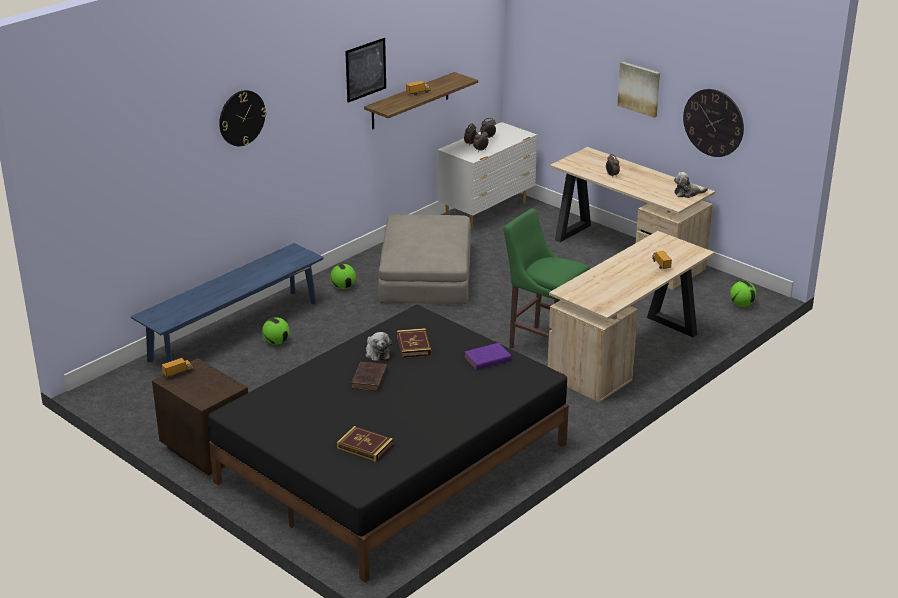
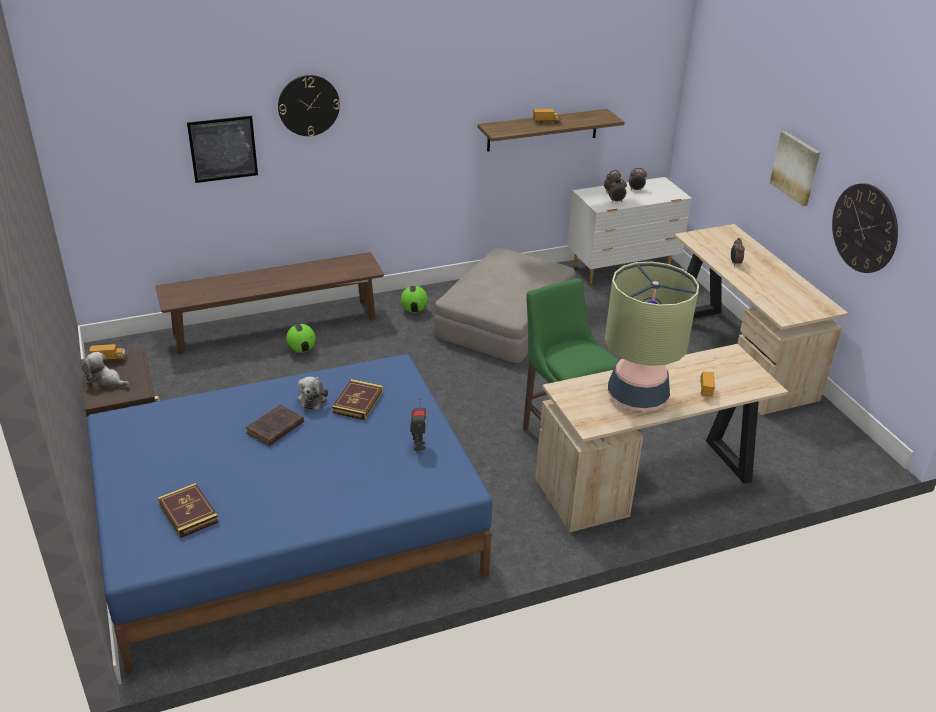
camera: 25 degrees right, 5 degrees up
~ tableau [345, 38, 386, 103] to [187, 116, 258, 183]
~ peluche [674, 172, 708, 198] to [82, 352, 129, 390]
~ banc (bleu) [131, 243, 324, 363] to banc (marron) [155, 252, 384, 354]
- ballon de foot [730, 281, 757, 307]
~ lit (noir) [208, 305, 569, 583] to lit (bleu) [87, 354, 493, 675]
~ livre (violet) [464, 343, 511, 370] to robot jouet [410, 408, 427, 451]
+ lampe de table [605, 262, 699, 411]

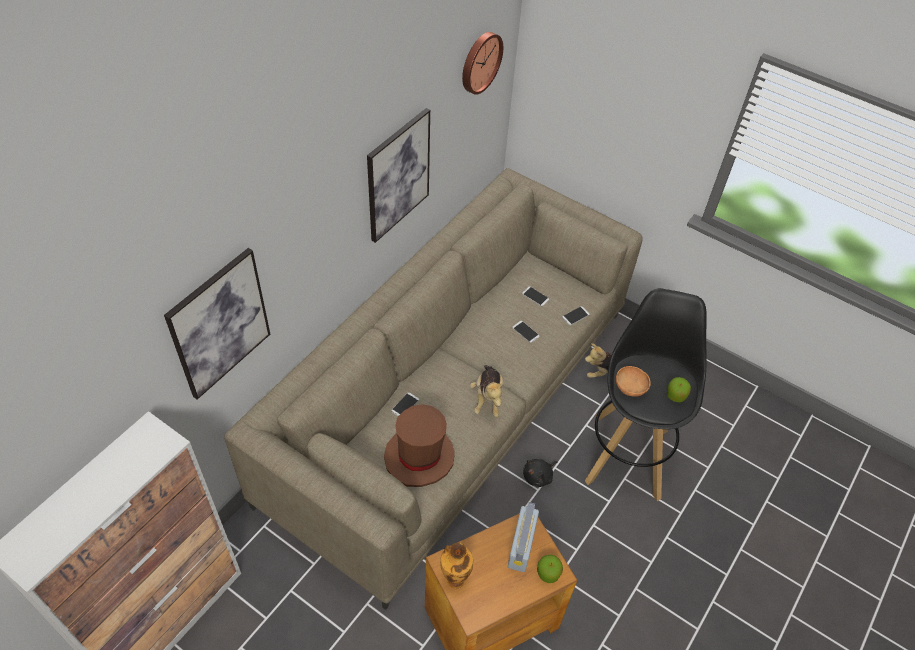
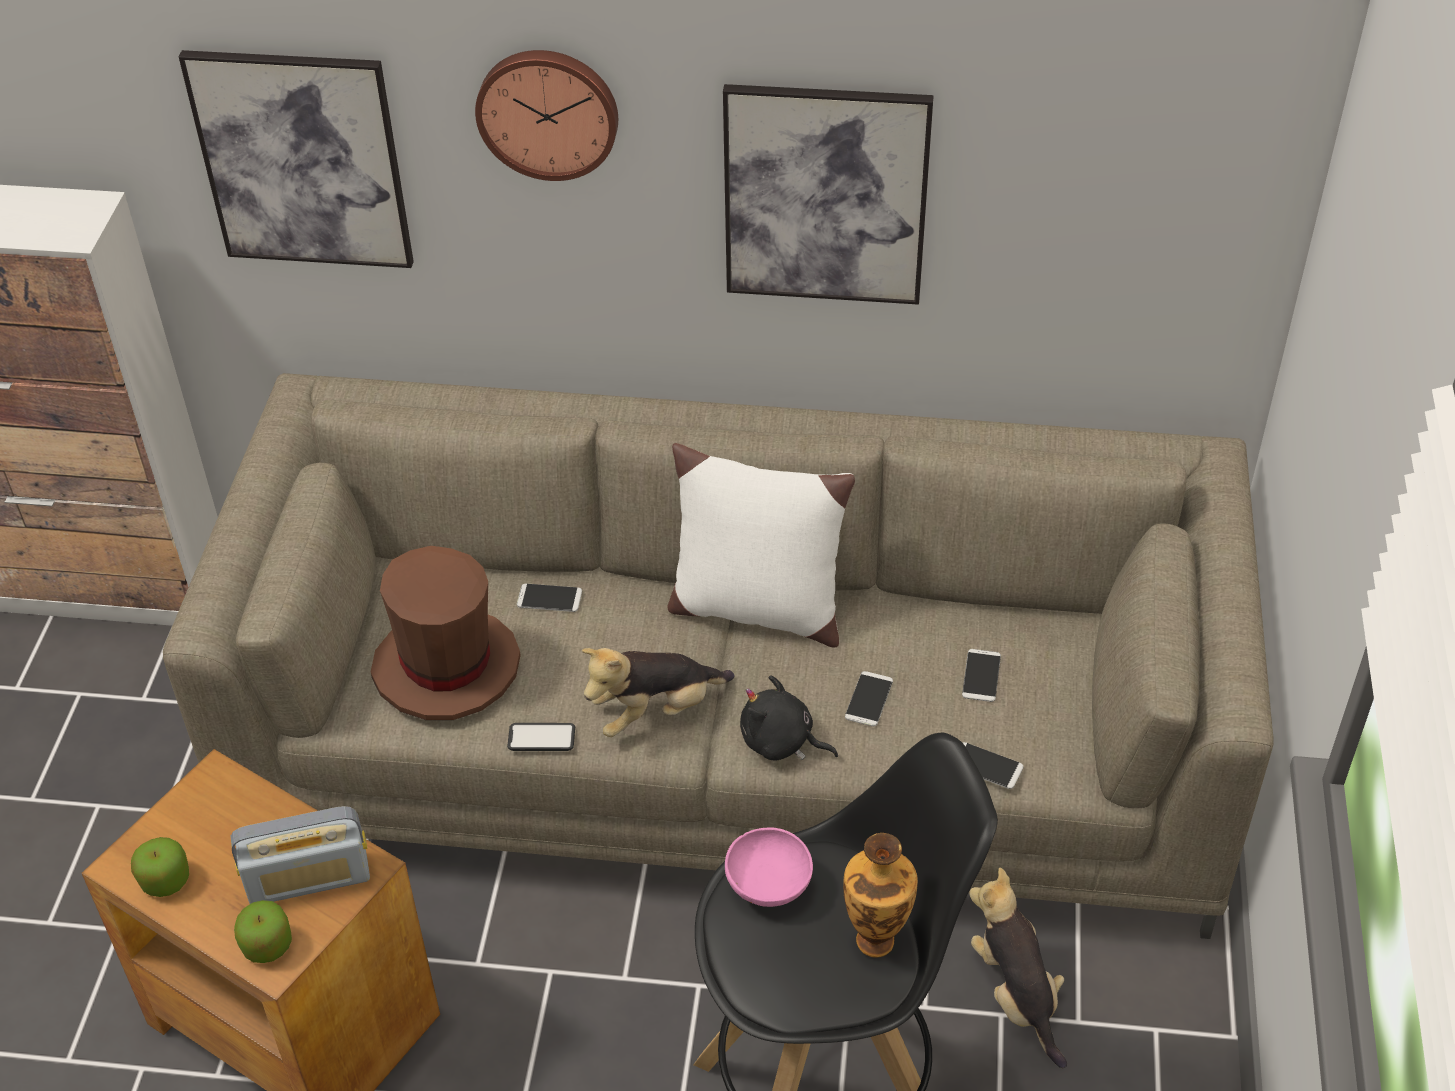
camera: 65 degrees right, 5 degrees down
~ horloge murale [462, 32, 503, 95] to [475, 50, 618, 181]
~ bol (marron) [616, 366, 651, 397] to bol (rose) [725, 828, 813, 907]
~ pomme [667, 377, 691, 402] to [131, 837, 189, 897]
~ peluche (noir) [523, 459, 558, 487] to [740, 675, 838, 761]
~ vase [440, 542, 473, 588] to [843, 833, 918, 957]
+ coussin (blanc) [667, 443, 855, 647]
+ téléphone [507, 723, 575, 751]

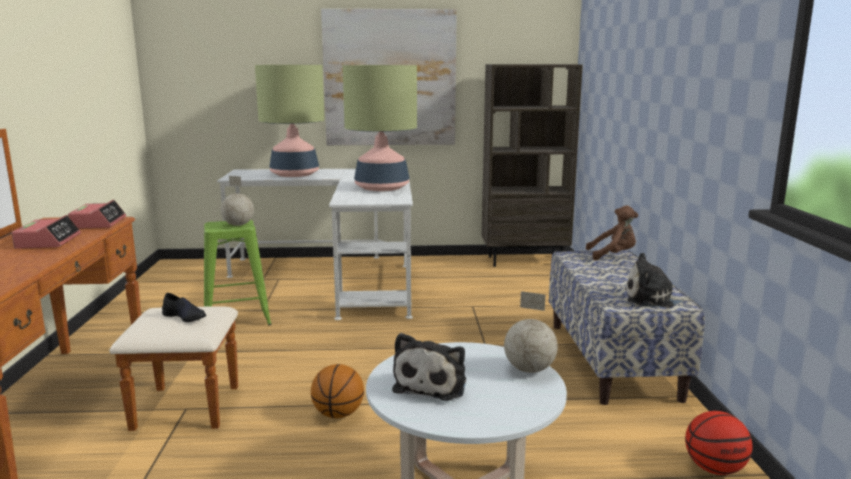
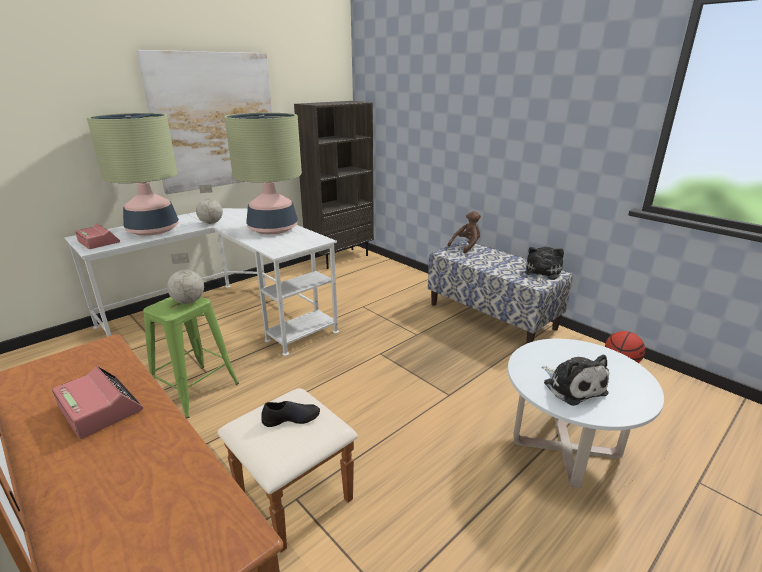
camera: 40 degrees left, 10 degrees up
~ réveil [68, 200, 126, 229] to [75, 224, 120, 249]
~ peluche [625, 253, 692, 308] = [525, 246, 564, 283] 150 degrees clockwise
~ globe [504, 291, 558, 373] to [196, 184, 223, 224]
- ballon de basket [311, 364, 364, 418]

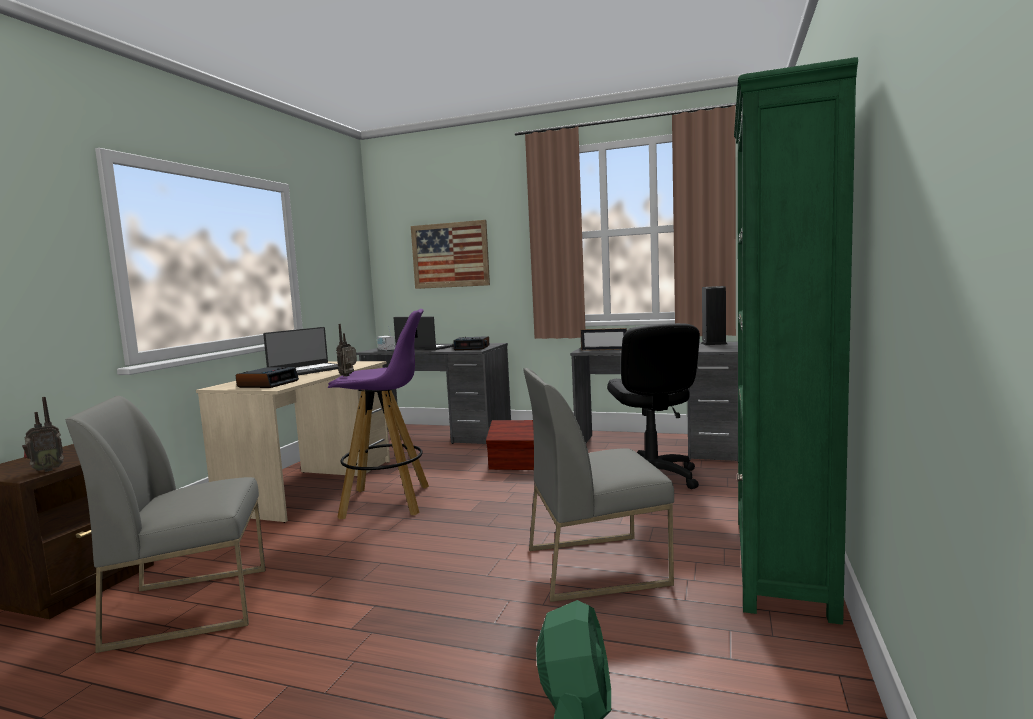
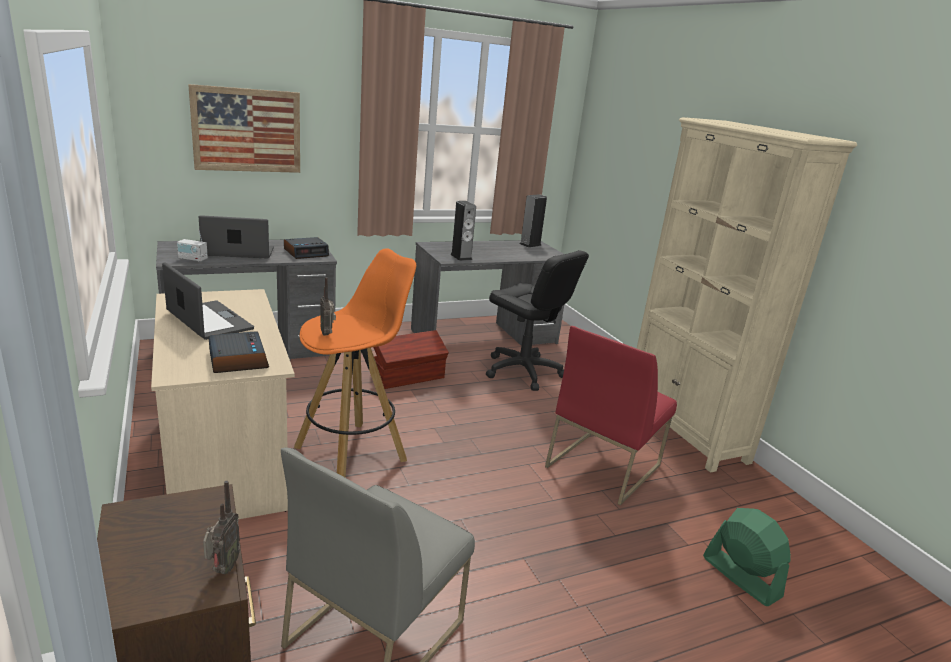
camera: 45 degrees left, 15 degrees up
~ bibliothèque (vert) [734, 57, 858, 625] to bibliothèque (beige) [637, 117, 857, 473]
~ tabouret (violet) [328, 309, 429, 519] to tabouret (orange) [294, 248, 416, 478]
~ ordinateur portable [263, 327, 339, 375] = [162, 262, 254, 340] 45 degrees counterclockwise
~ cadre photo [580, 328, 627, 351] to enceinte [450, 201, 476, 261]
~ chaise (gris) [523, 368, 674, 602] to chaise (rouge) [545, 326, 677, 505]

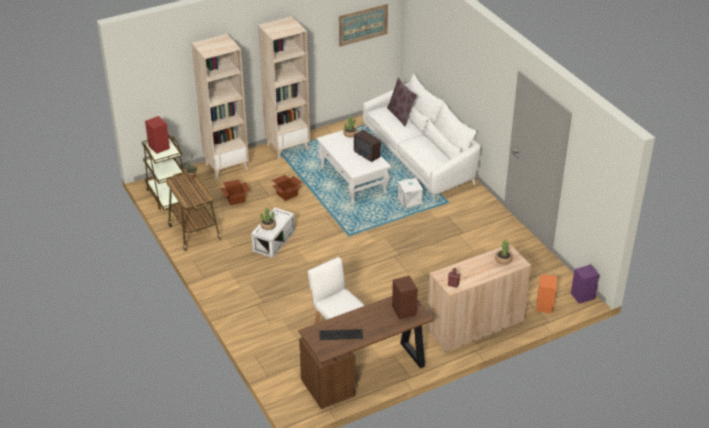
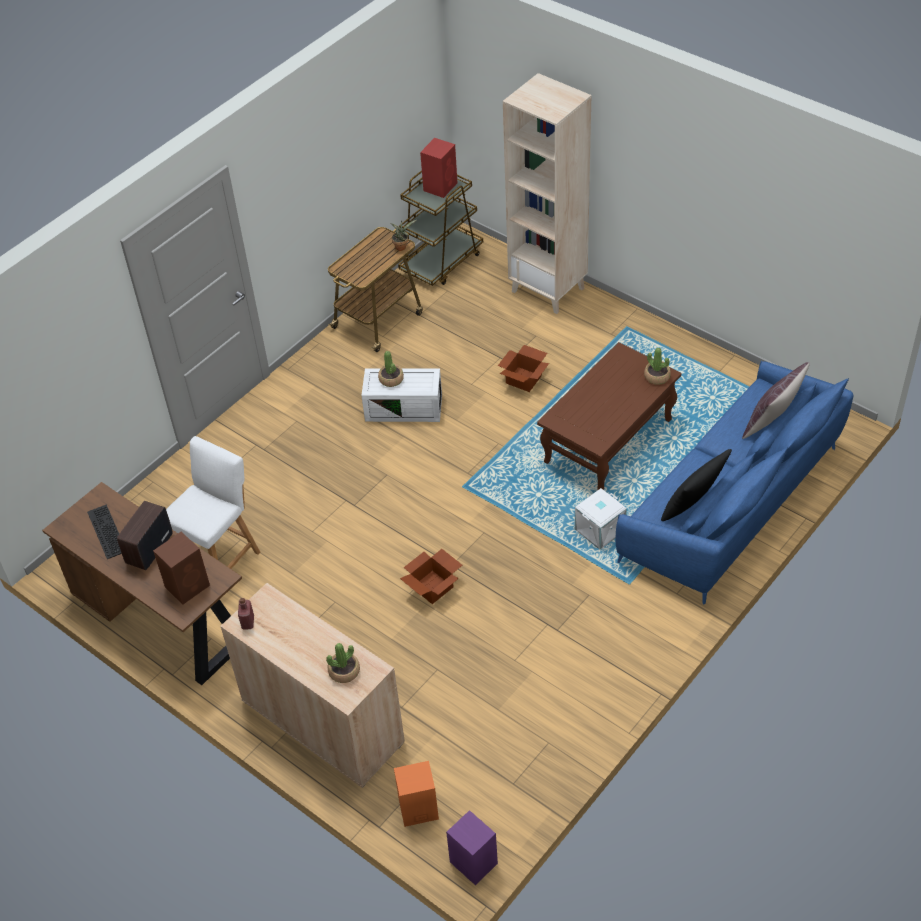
camera: 70 degrees right, 10 degrees up
- tableau [339, 4, 388, 46]
- bibliothèque (beige) [258, 16, 310, 159]
~ canapé (blanc) [363, 73, 481, 201] to canapé (bleu) [616, 361, 854, 605]
~ table basse (blanc) [317, 130, 391, 205] to table basse (marron) [537, 342, 681, 491]
~ radio [354, 130, 381, 162] to [117, 501, 173, 570]
~ carton [220, 179, 250, 205] to [400, 549, 462, 604]
+ coussin (noir) [661, 449, 732, 521]

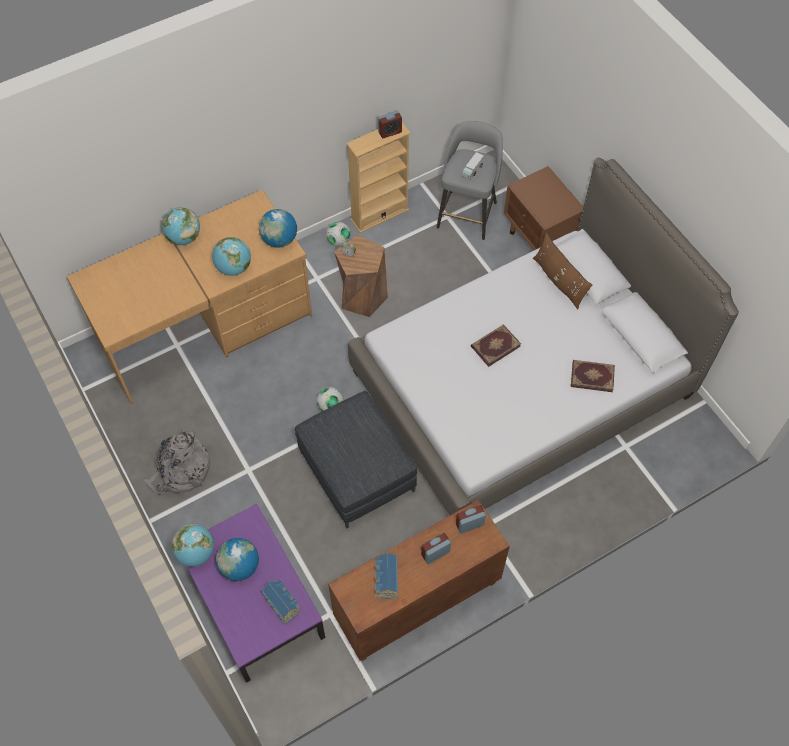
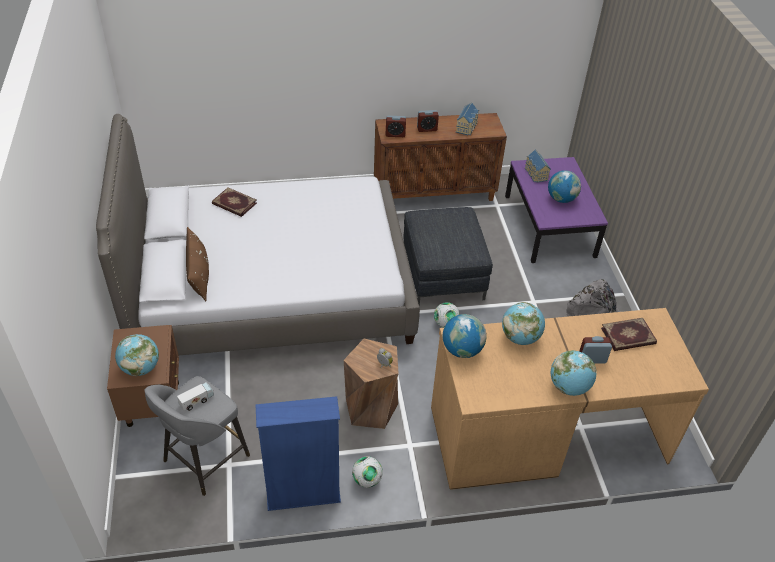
camera: 160 degrees left, 15 degrees down
~ réveil [378, 111, 402, 138] to [579, 336, 612, 364]
~ bibliothèque (beige) [346, 122, 411, 233] to bibliothèque (bleu) [255, 396, 341, 511]
~ livre [471, 324, 521, 367] to [601, 318, 657, 351]
~ globe [172, 524, 214, 567] to [115, 334, 159, 376]

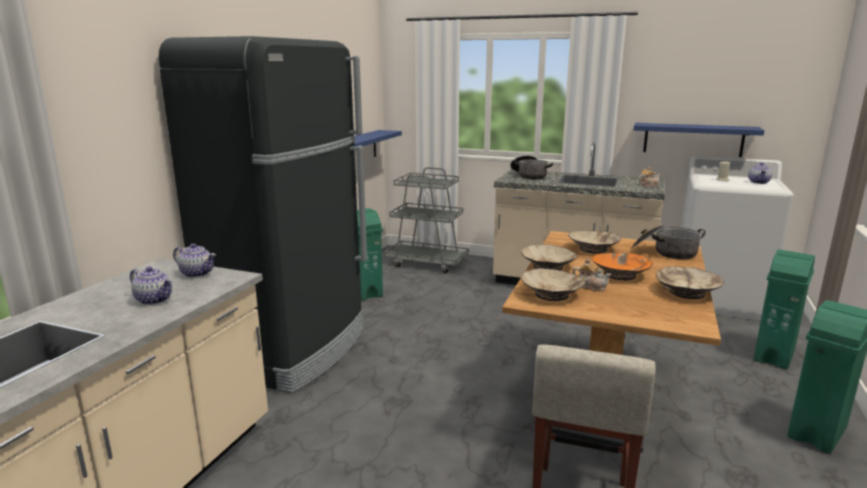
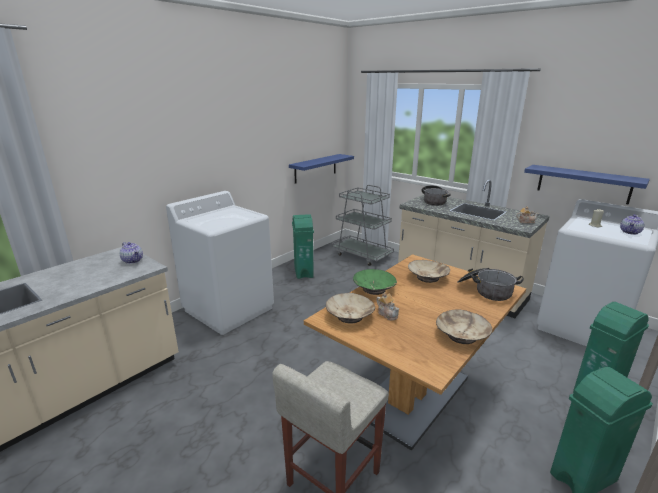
camera: 20 degrees right, 5 degrees up
~ réfrigérateur (noir) [159, 36, 367, 393] to lave-linge (blanc) [166, 191, 274, 335]
~ bol (beige) [521, 244, 578, 270] to bol (vert) [353, 269, 397, 295]
- bol (orange) [592, 253, 653, 280]
- théière [130, 266, 172, 305]

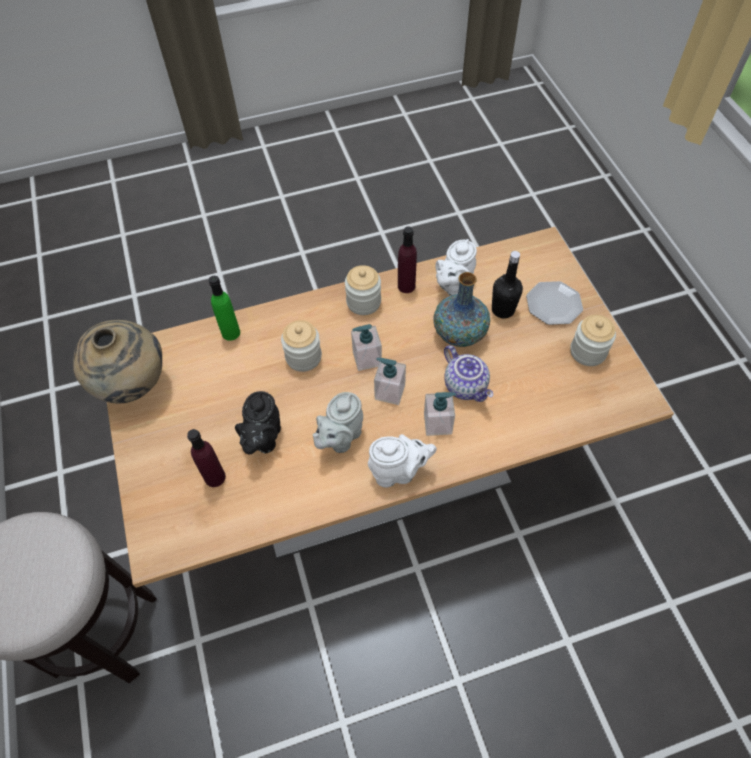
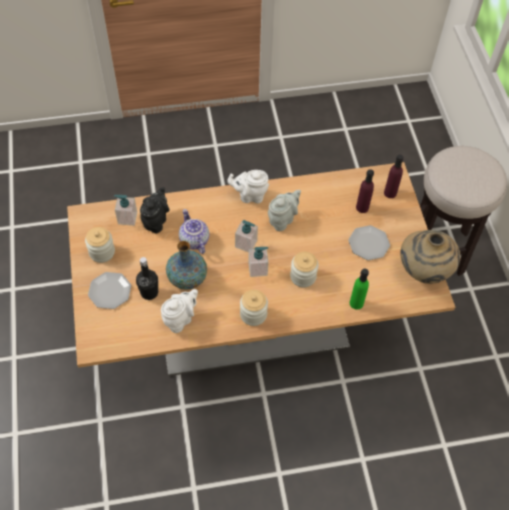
camera: 175 degrees left, 0 degrees up
~ bouteille (violet) [398, 226, 417, 293] to [384, 154, 404, 198]
~ théière (noir) [235, 391, 281, 454] to [140, 187, 169, 233]
~ distributeur de savon [424, 392, 456, 436] to [114, 195, 137, 226]
+ assiette [348, 225, 390, 260]

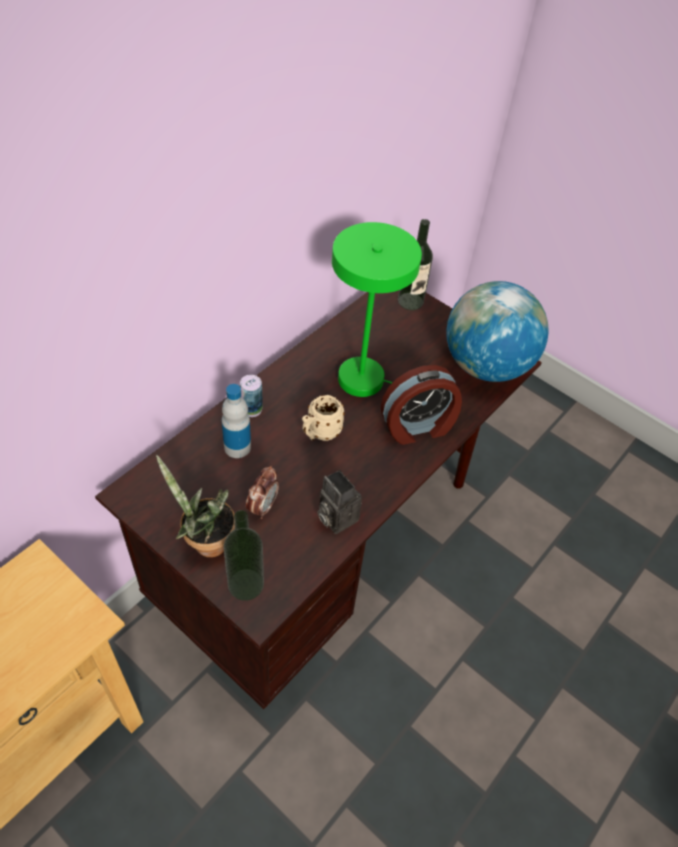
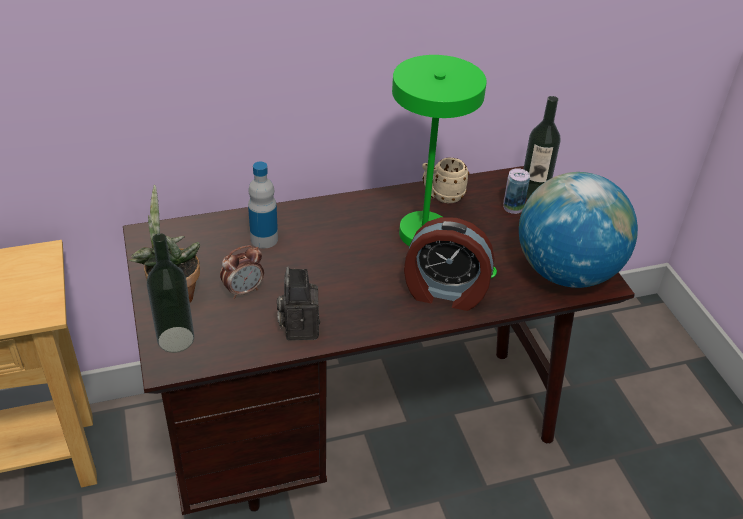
camera: 35 degrees right, 10 degrees down
~ boîte métallique [240, 375, 263, 417] to [503, 168, 530, 214]
~ mug (beige) [302, 395, 345, 441] to [422, 158, 469, 203]

